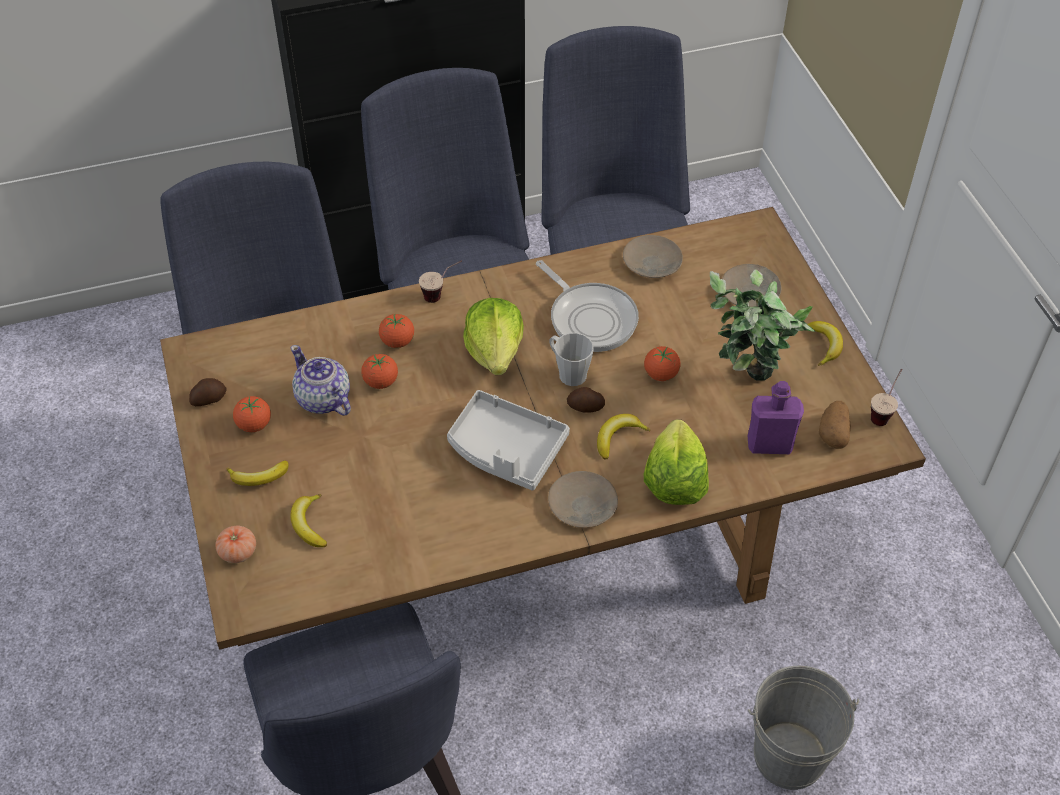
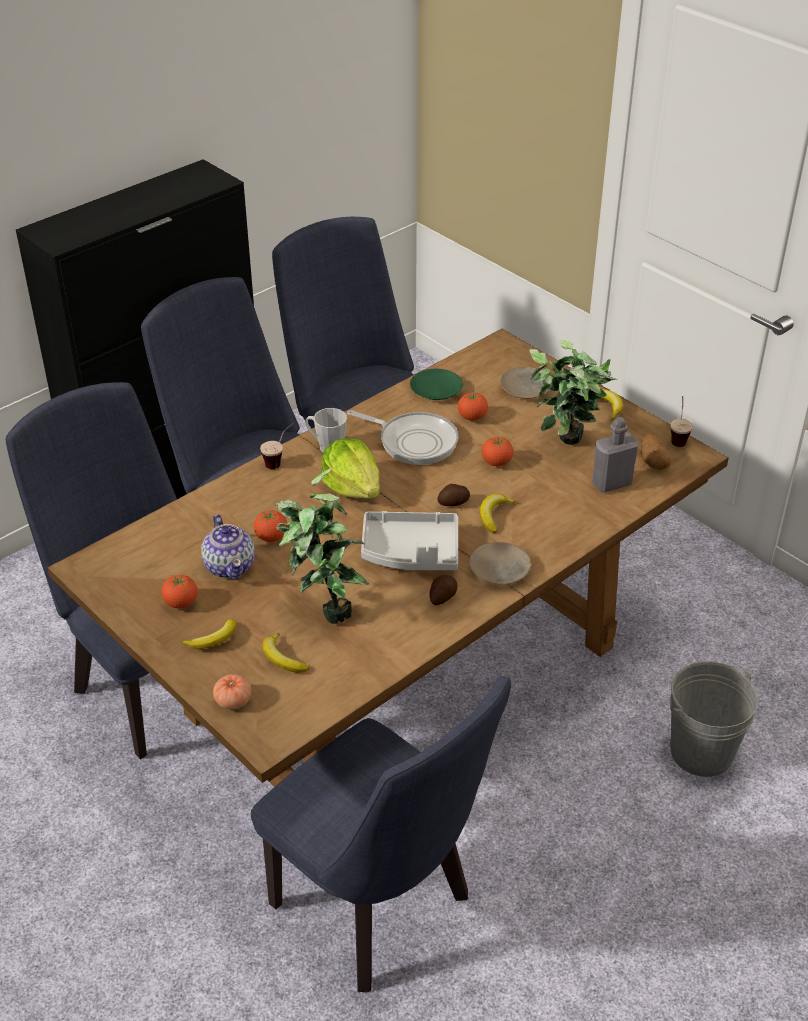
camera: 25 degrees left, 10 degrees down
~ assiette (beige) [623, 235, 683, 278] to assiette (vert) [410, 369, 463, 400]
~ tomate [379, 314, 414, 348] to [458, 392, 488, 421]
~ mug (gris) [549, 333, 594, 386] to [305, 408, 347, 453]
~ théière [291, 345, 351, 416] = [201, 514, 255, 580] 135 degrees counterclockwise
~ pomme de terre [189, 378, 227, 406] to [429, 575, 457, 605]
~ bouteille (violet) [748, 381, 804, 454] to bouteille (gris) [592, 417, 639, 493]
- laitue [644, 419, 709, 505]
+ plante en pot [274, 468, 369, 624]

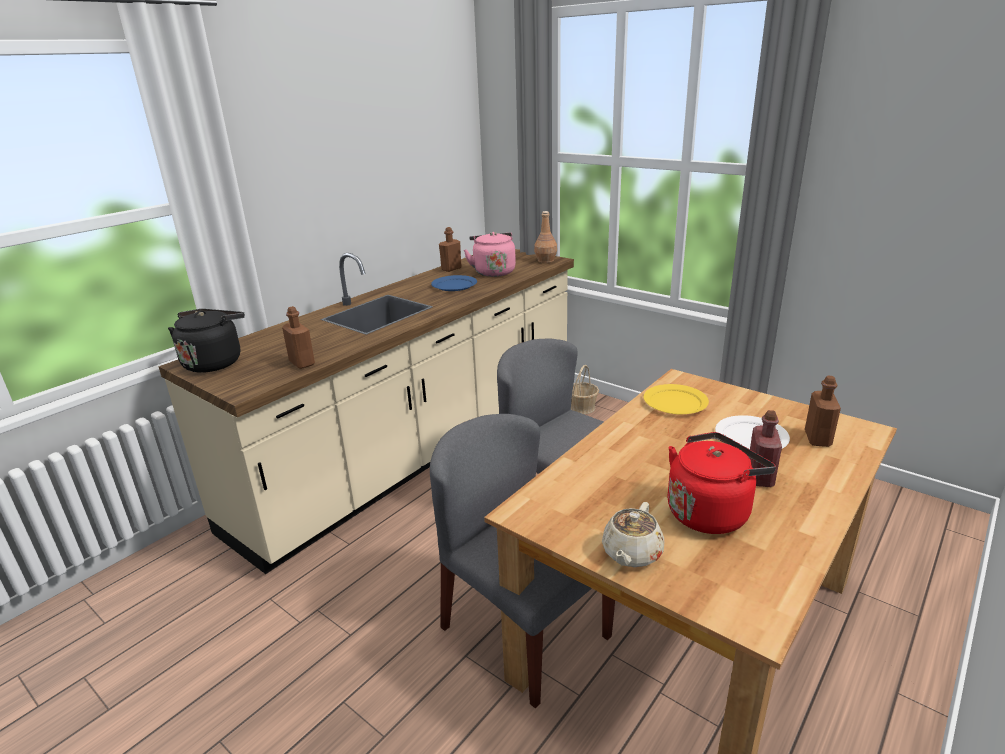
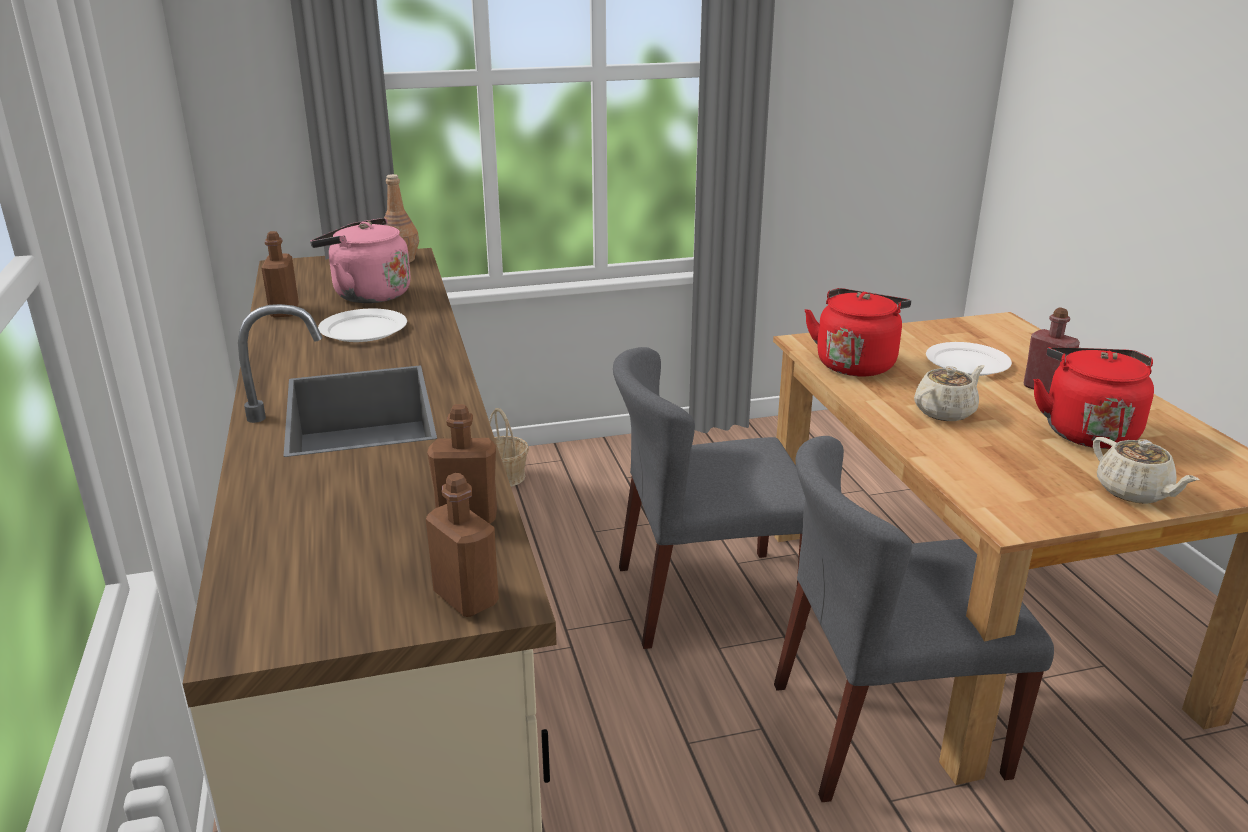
camera: 55 degrees left, 0 degrees up
~ assiette (bleu) [431, 275, 477, 291] to assiette (blanc) [318, 309, 407, 342]
- bouilloire (noir) [168, 309, 245, 373]
~ bouteille (marron) [805, 376, 841, 447] to [426, 473, 499, 617]
~ assiette (jaune) [644, 384, 709, 414] to bouilloire (rouge) [805, 288, 911, 376]
+ théière (beige) [914, 365, 985, 421]

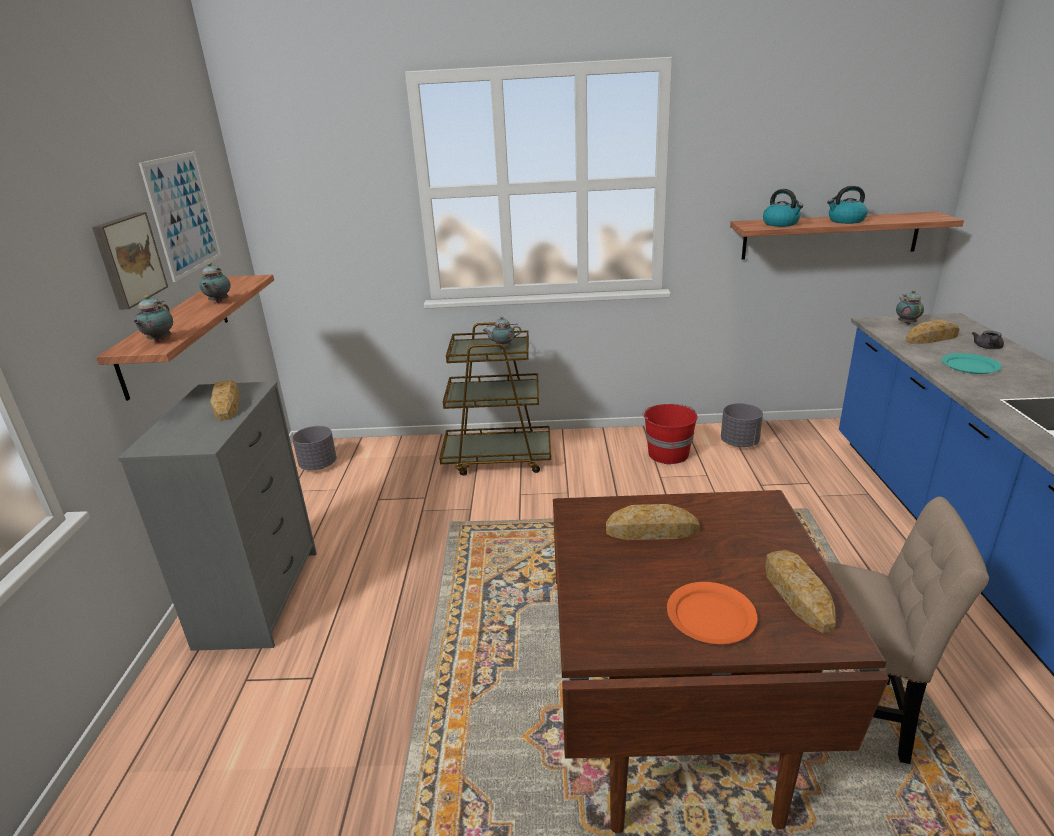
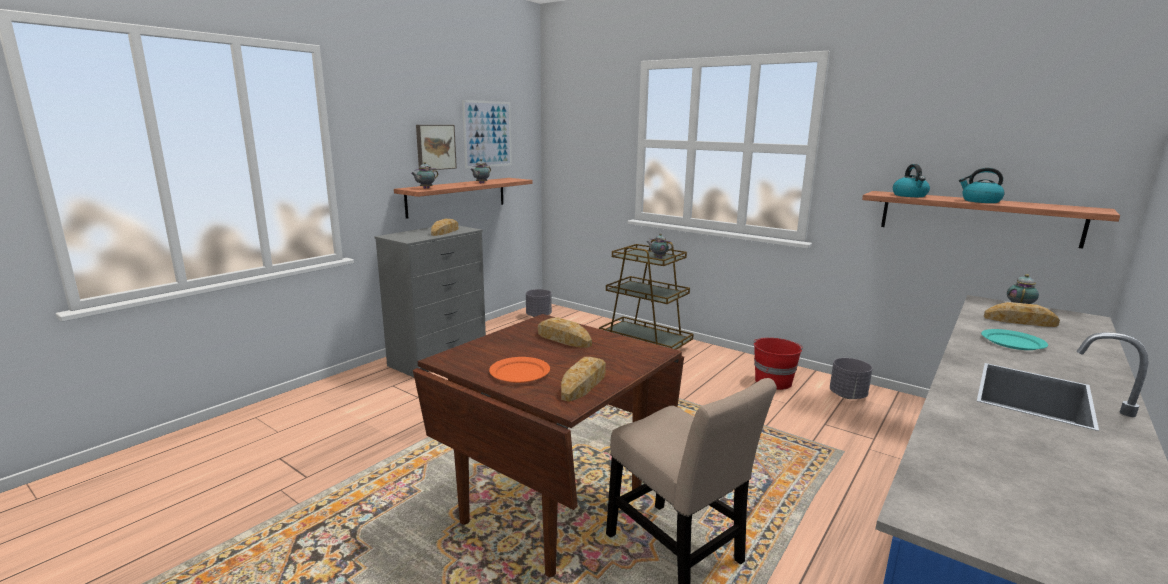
camera: 35 degrees right, 10 degrees down
- théière (gris) [972, 331, 1004, 349]

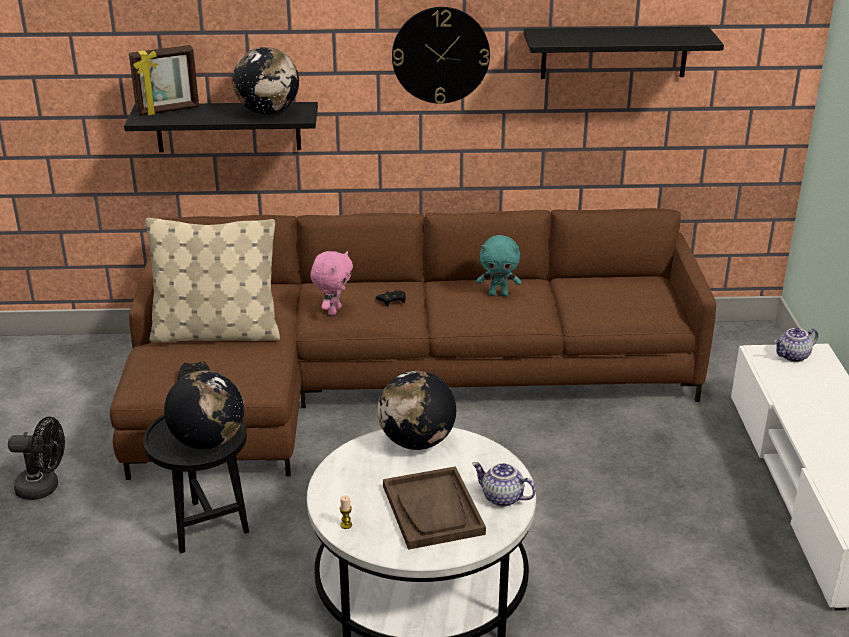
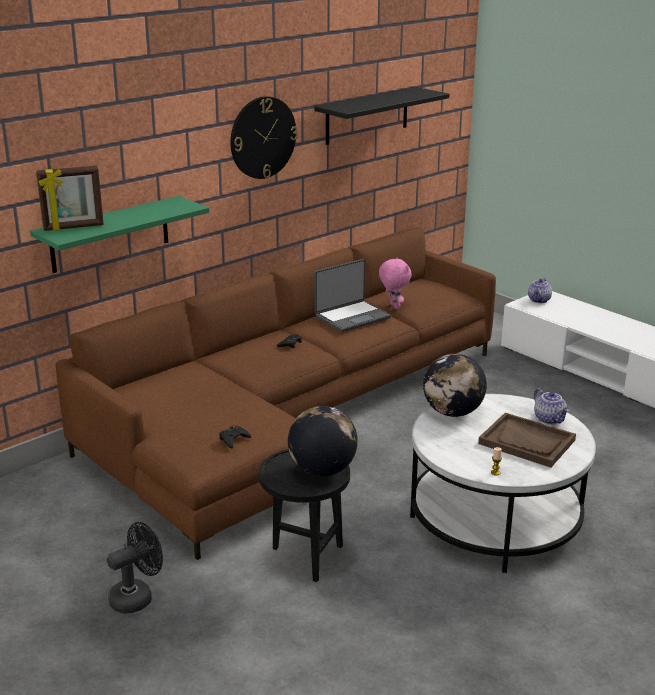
camera: 40 degrees left, 5 degrees down
~ cadre photo [129, 45, 199, 116] = [36, 166, 104, 231] 45 degrees clockwise
- globe [232, 47, 299, 114]
~ étagère (noir) [124, 102, 318, 152] to étagère (vert) [30, 196, 209, 273]
- coussin (beige) [145, 218, 280, 343]
~ peluche (turquoise) [477, 235, 521, 297] to ordinateur portable [314, 259, 391, 332]
~ peluche (rose) [310, 251, 353, 316] to [379, 257, 412, 309]
~ théière [472, 462, 536, 507] = [534, 388, 569, 425] 105 degrees counterclockwise

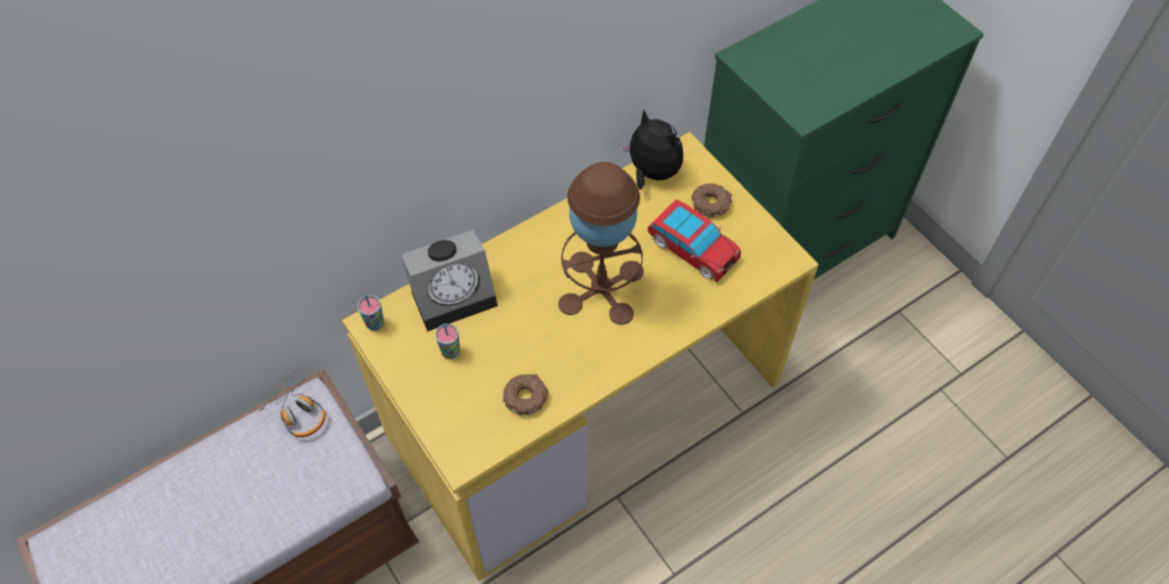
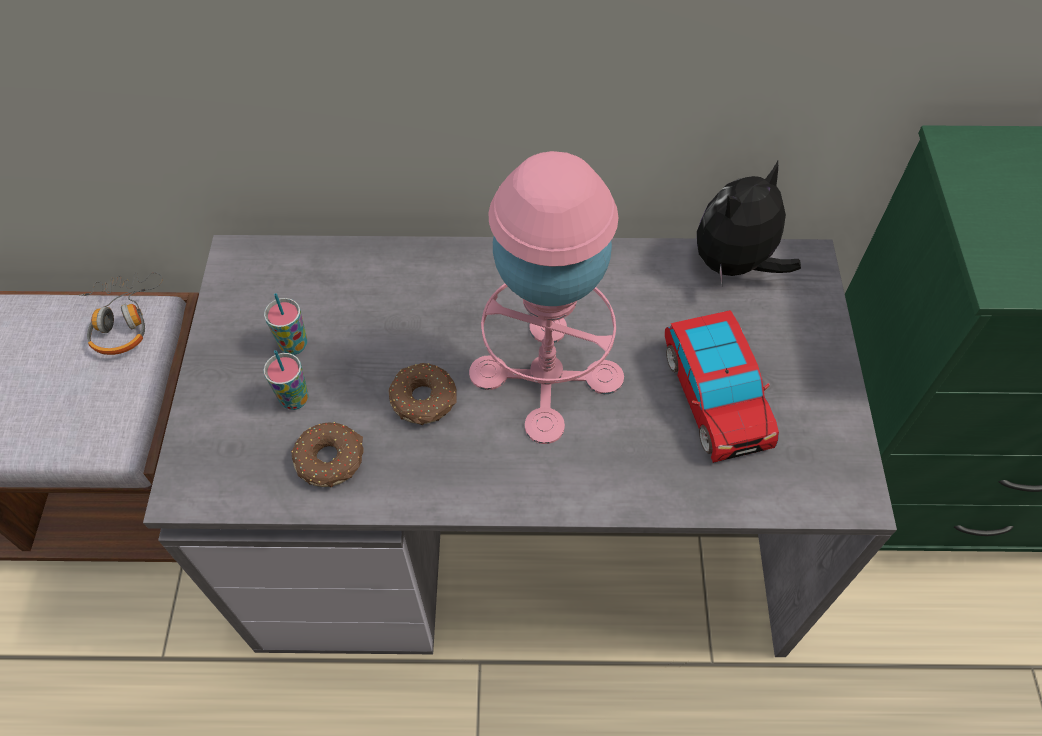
camera: 35 degrees right, 0 degrees up
~ peluche [619, 110, 683, 190] = [697, 161, 801, 284] 120 degrees counterclockwise
~ bureau (jaune) [342, 132, 819, 581] to bureau (gris) [143, 235, 897, 657]
~ lampe de table (marron) [558, 162, 644, 325] to lampe de table (rose) [469, 151, 624, 444]
~ beignet [692, 183, 732, 217] to [389, 363, 457, 425]
- réveil [401, 230, 498, 332]
~ tasse [358, 294, 384, 331] to [263, 350, 309, 410]

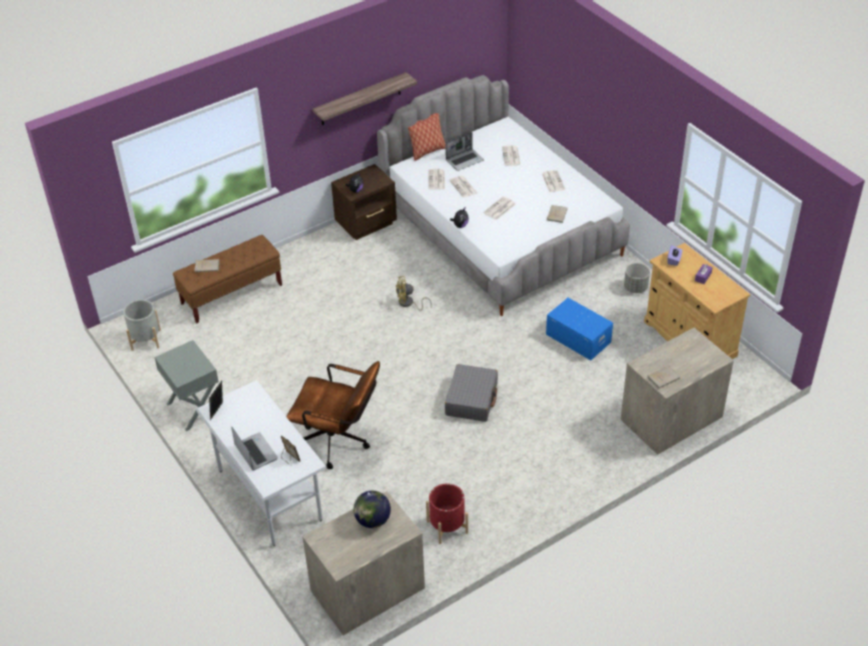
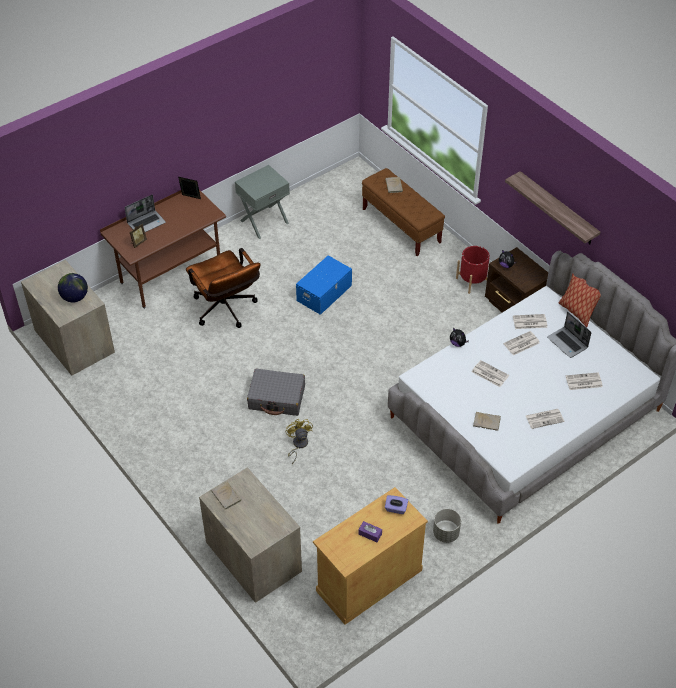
camera: 85 degrees right, 5 degrees up
~ ventilateur (jaune) [396, 276, 432, 311] to [286, 419, 313, 464]
~ boîte de rangement (bleu) [546, 298, 613, 360] to [296, 255, 352, 315]
- cache-pot (gris) [123, 300, 161, 351]
~ chaise de bureau (marron) [287, 361, 380, 469] = [186, 248, 261, 328] 45 degrees counterclockwise
~ bureau (blanc) [195, 380, 327, 546] to bureau (marron) [100, 190, 226, 309]
~ cache-pot (rouge) [426, 483, 468, 544] to [456, 246, 490, 294]

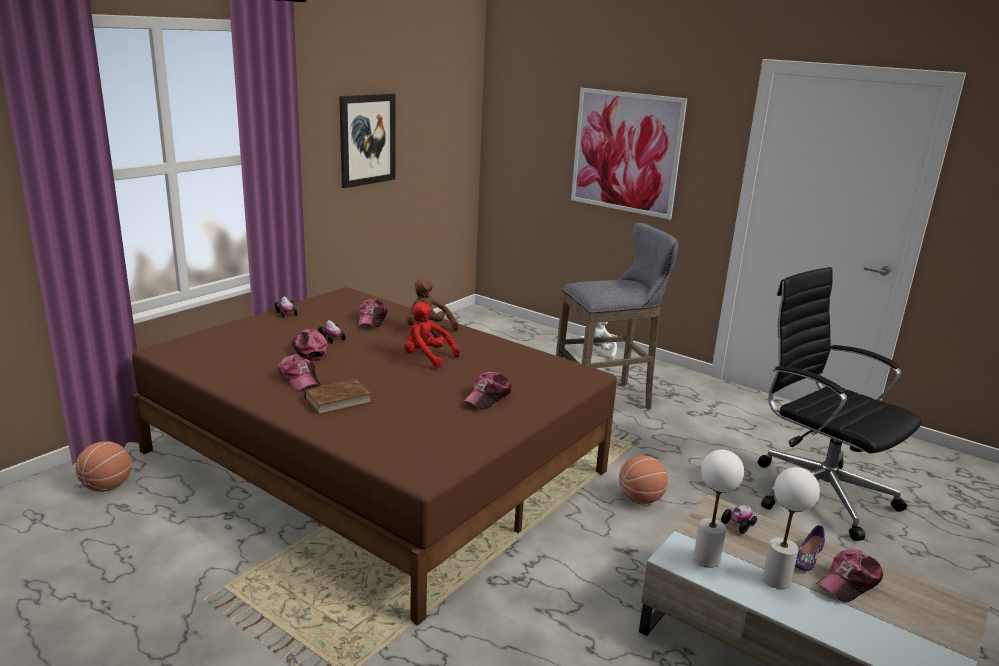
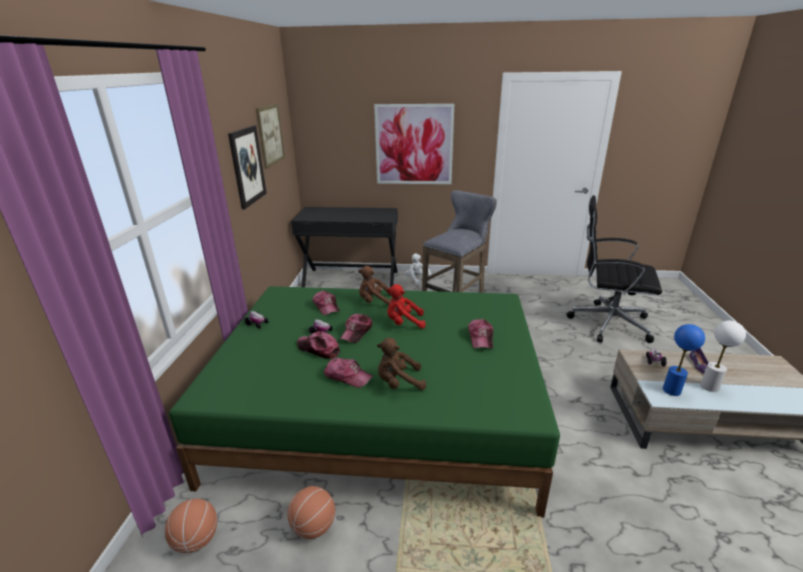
camera: 30 degrees left, 5 degrees up
~ lit (marron) [132, 287, 617, 626] to lit (vert) [169, 286, 560, 518]
~ livre (marron) [298, 379, 372, 415] to peluche (marron) [377, 338, 426, 390]
~ lampe de table (blanc) [693, 450, 744, 568] to lampe de table (bleu) [663, 324, 705, 396]
~ ballon de basket [619, 455, 668, 504] to [287, 486, 335, 539]
~ casquette [816, 549, 883, 603] to [340, 314, 372, 343]
+ tableau [256, 103, 285, 169]
+ bureau (noir) [291, 207, 398, 288]

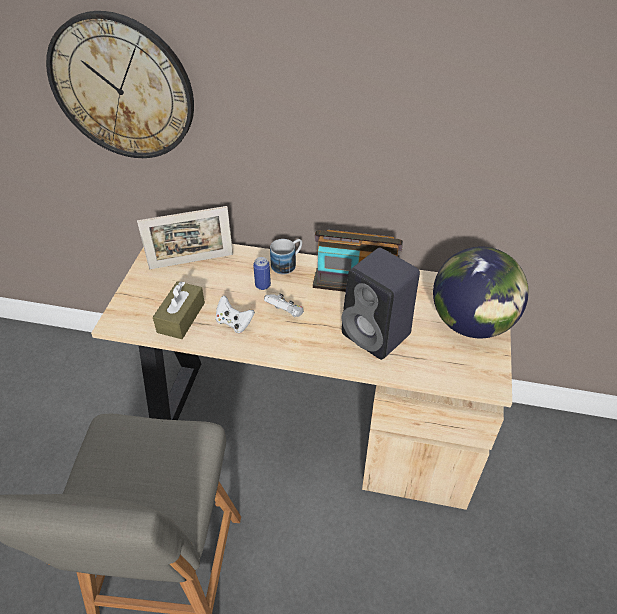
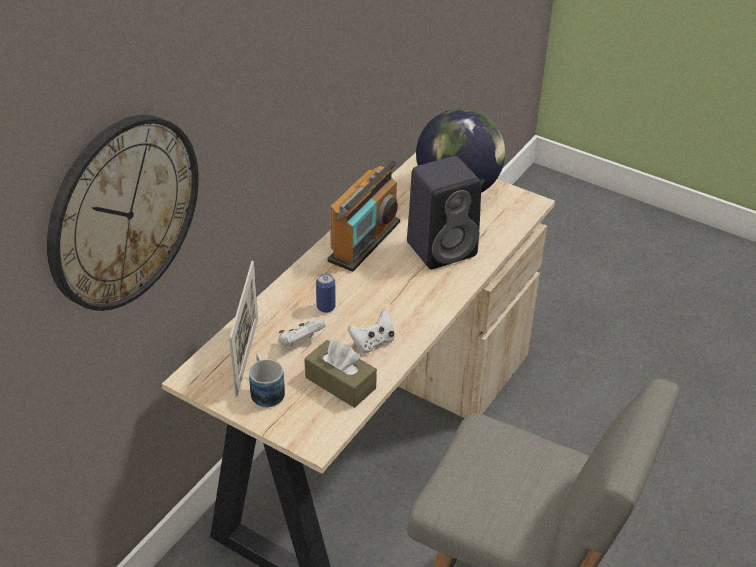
camera: 70 degrees left, 5 degrees down
~ mug [270, 239, 302, 274] to [249, 353, 285, 407]
~ manette (blanc) [264, 293, 304, 317] to [279, 320, 326, 347]

